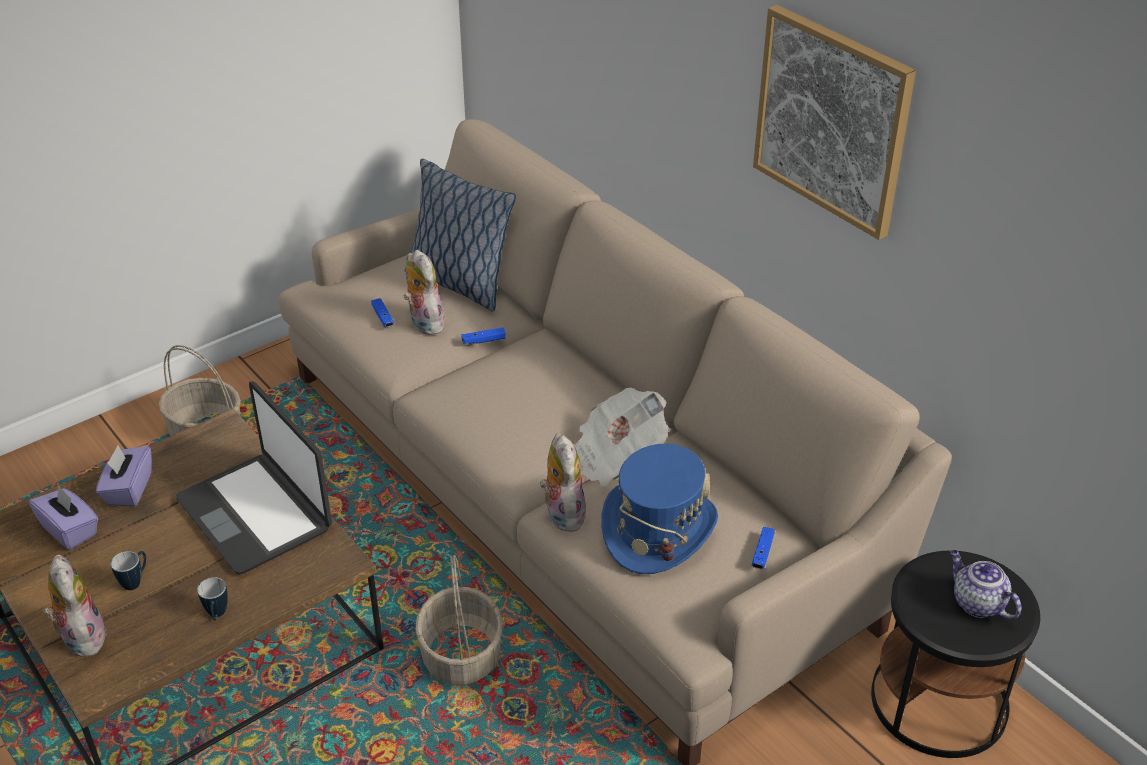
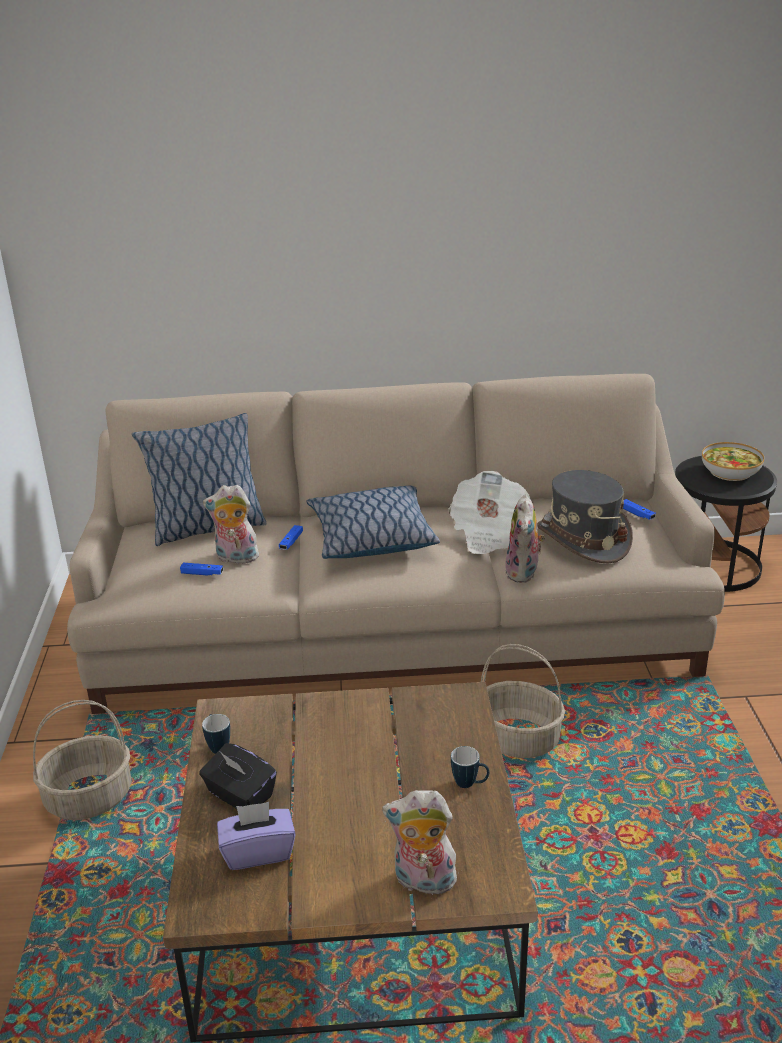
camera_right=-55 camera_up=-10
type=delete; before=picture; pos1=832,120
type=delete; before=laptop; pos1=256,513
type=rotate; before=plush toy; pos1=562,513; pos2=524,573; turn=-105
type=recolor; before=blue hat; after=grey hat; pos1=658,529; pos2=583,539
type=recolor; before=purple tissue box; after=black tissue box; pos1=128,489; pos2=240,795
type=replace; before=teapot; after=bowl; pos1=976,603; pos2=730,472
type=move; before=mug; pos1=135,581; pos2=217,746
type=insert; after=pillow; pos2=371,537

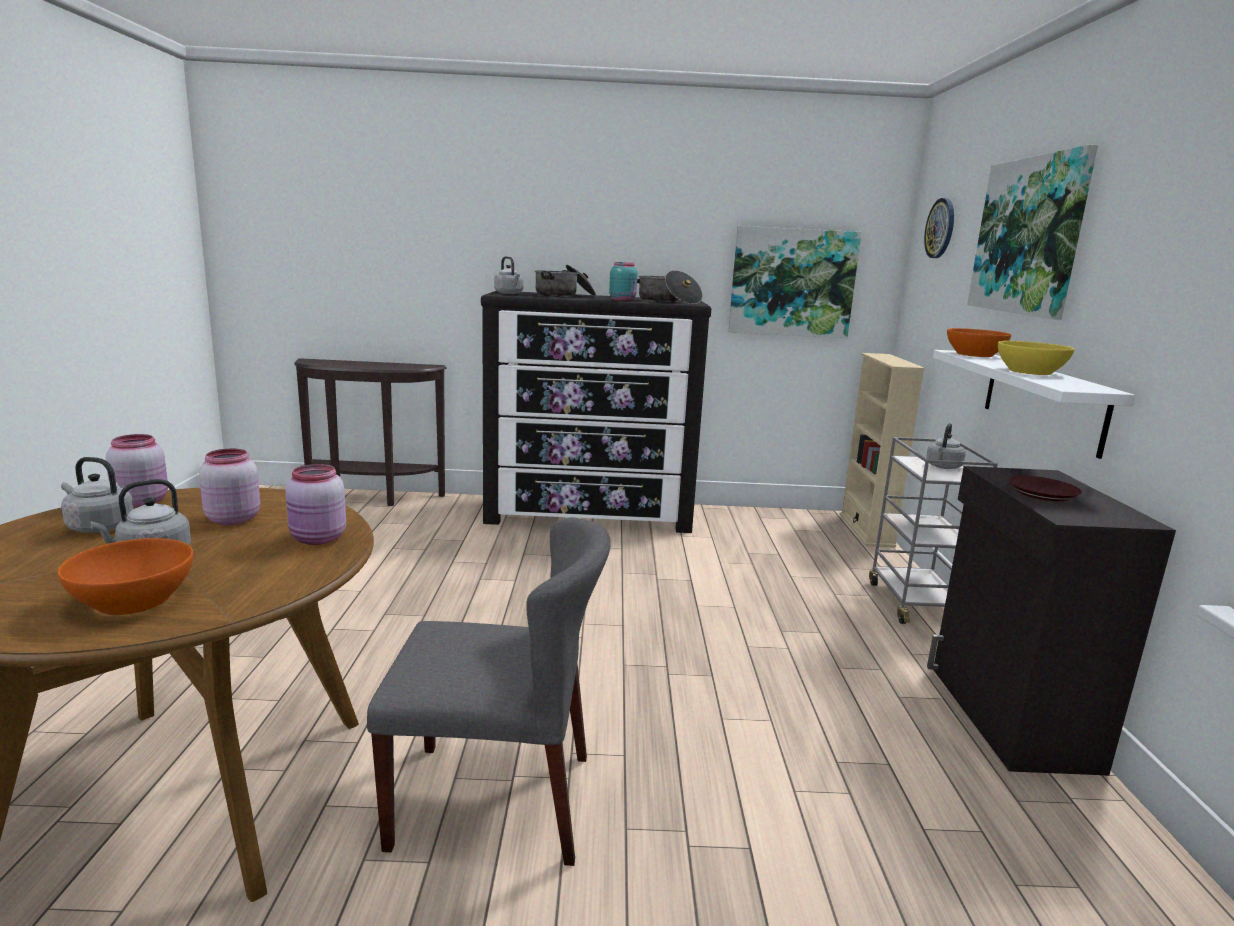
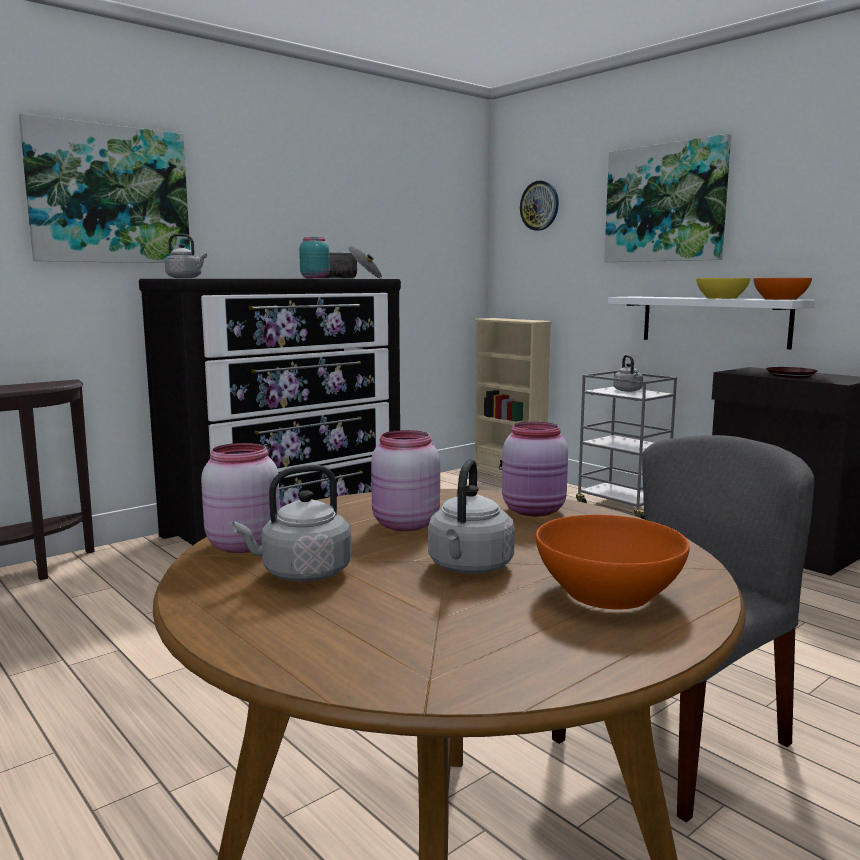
camera_right=-40 camera_up=-5
type=move; before=picture; pos1=792,282; pos2=109,195
type=delete; before=cooking pot; pos1=564,295
type=move; before=orange bowl; pos1=974,354; pos2=780,299

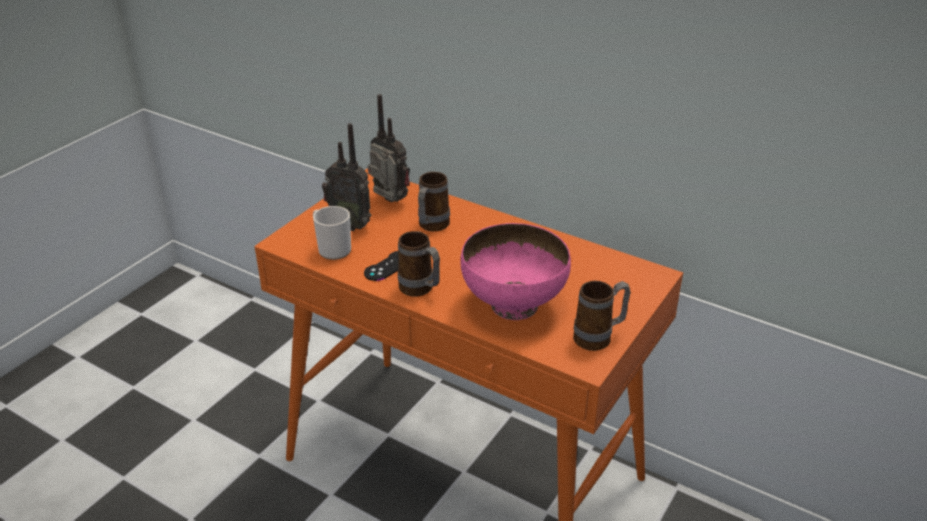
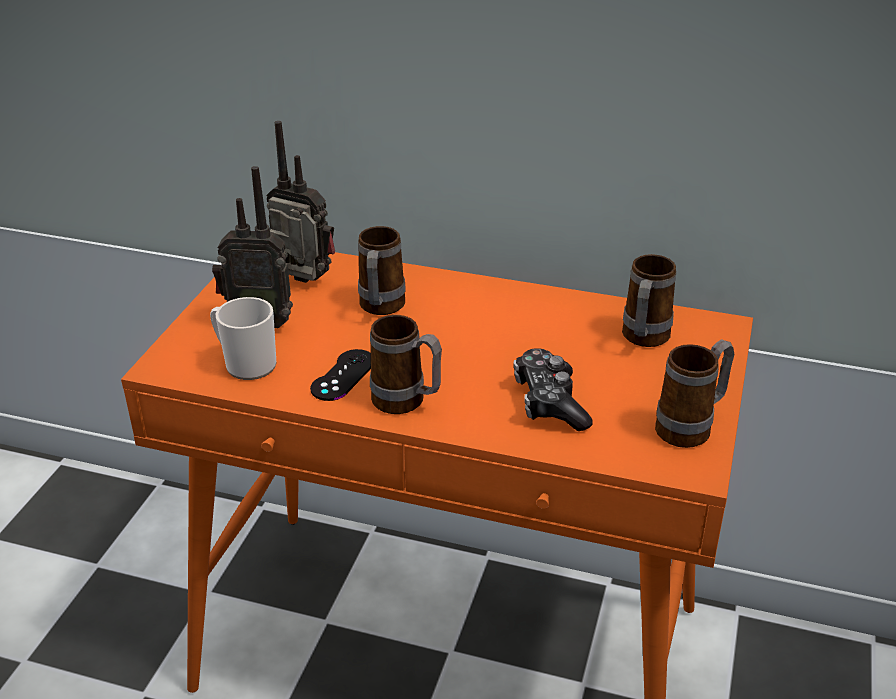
camera_right=-15 camera_up=0
type=replace; before=pink bowl; after=game controller; pos1=512,305; pos2=549,402
type=insert; after=mug; pos2=643,340

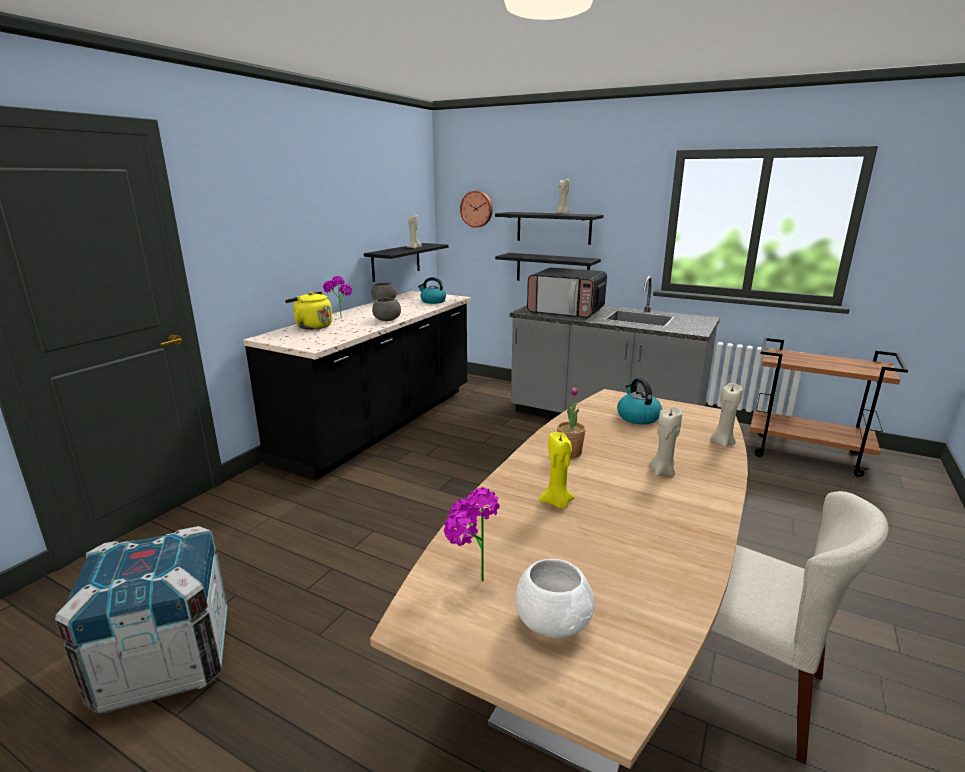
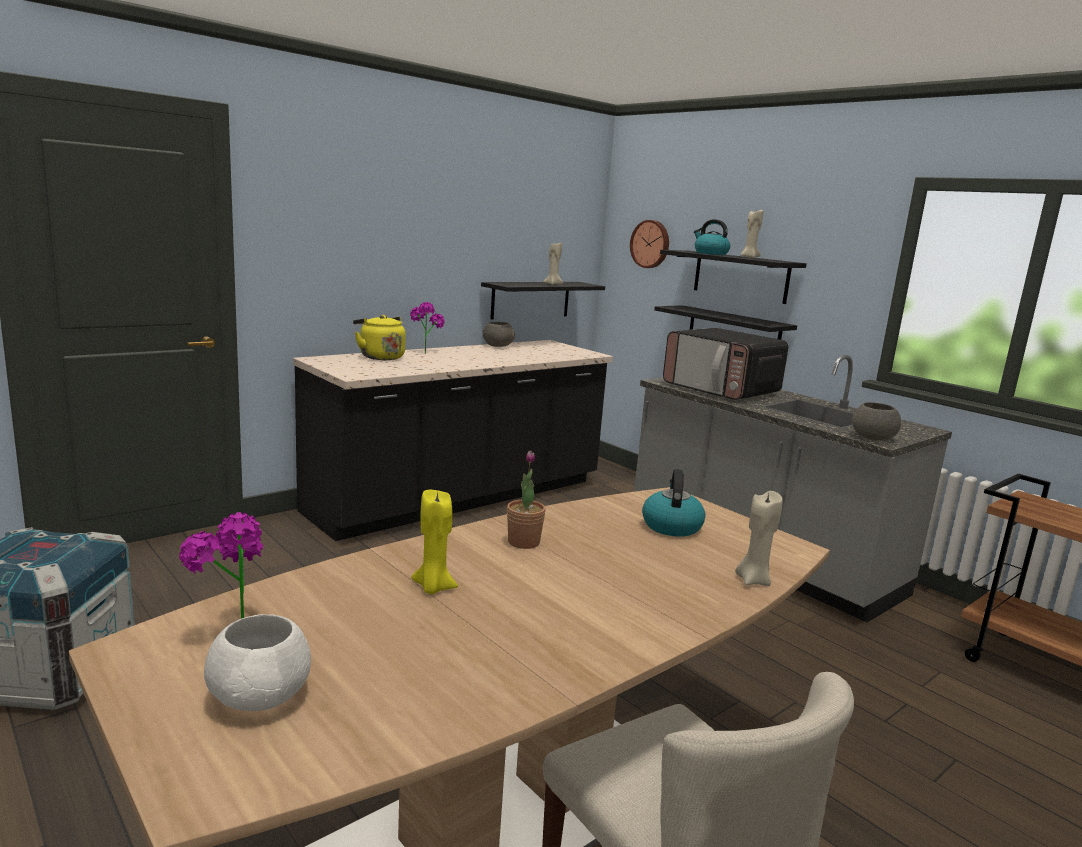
camera_right=20 camera_up=-5
type=move; before=kettle; pos1=432,301; pos2=710,253
type=move; before=grey bowl; pos1=386,320; pos2=872,438
type=delete; before=beige candle; pos1=662,471

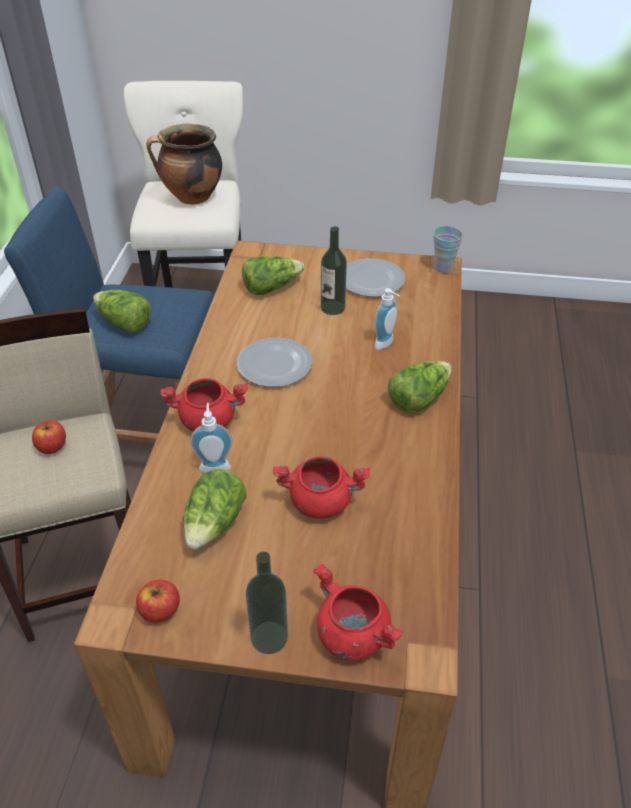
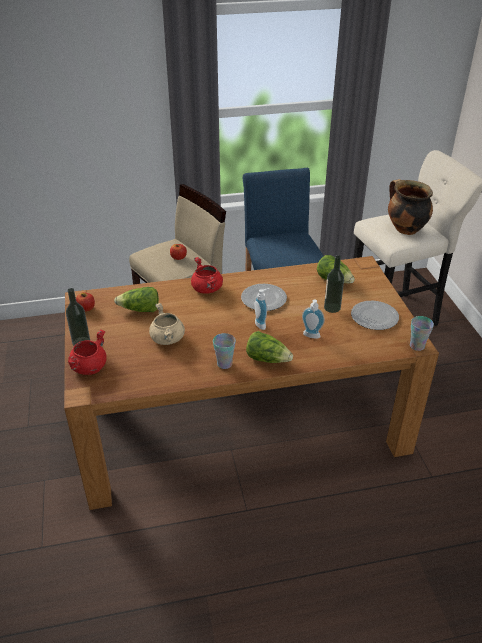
camera_right=70 camera_up=-5
type=delete; before=lettuce; pos1=124,323
type=move; before=soap dispenser; pos1=215,465; pos2=262,324
type=recolor; before=red cooking pot; after=beige cooking pot; pos1=321,501; pos2=168,339
type=insert; after=cup; pos2=224,364

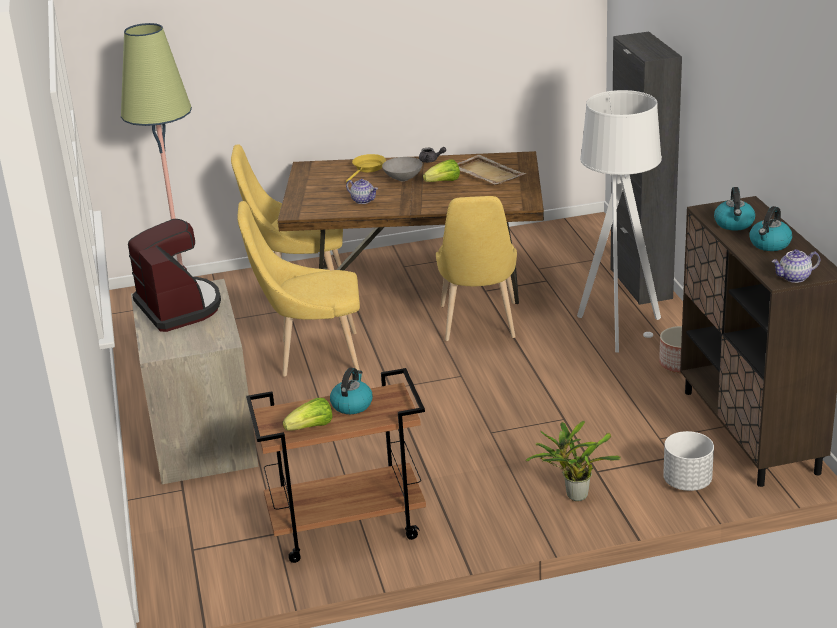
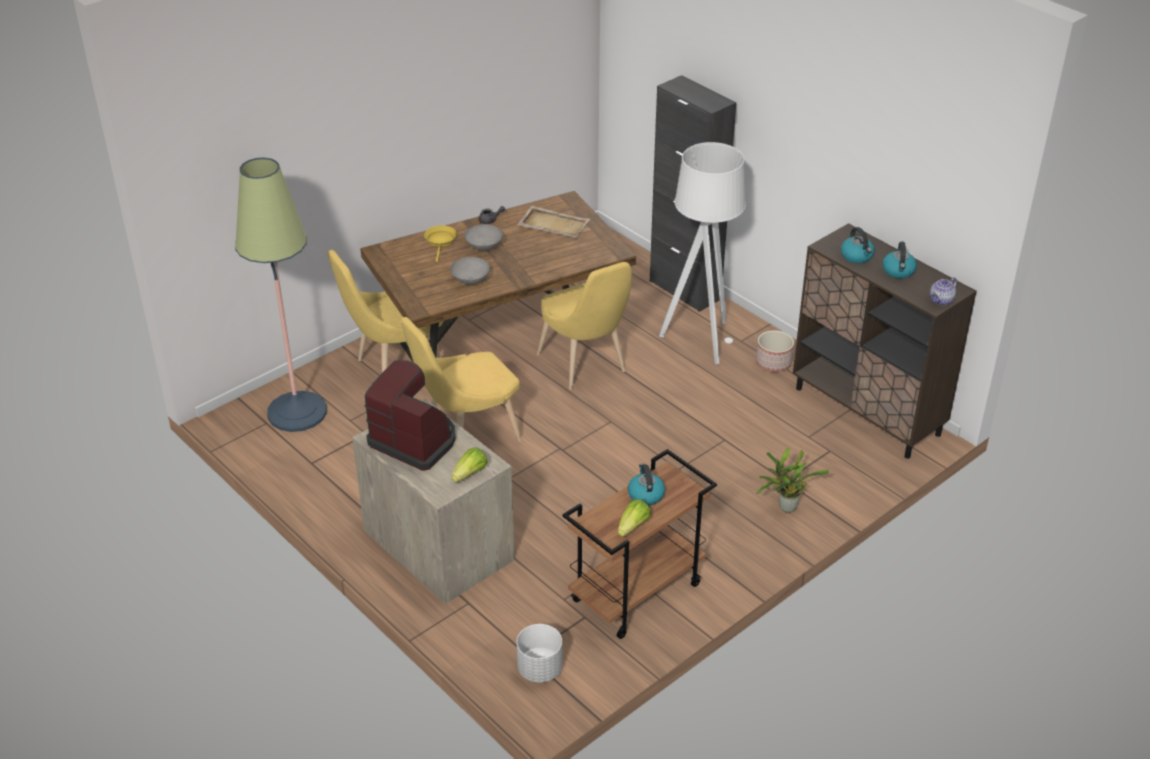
camera_right=-30 camera_up=10
type=move; before=lettuce; pos1=443,182; pos2=470,474
type=replace; before=teapot; after=grey bowl; pos1=363,200; pos2=470,280
type=move; before=white planter; pos1=687,482; pos2=539,669

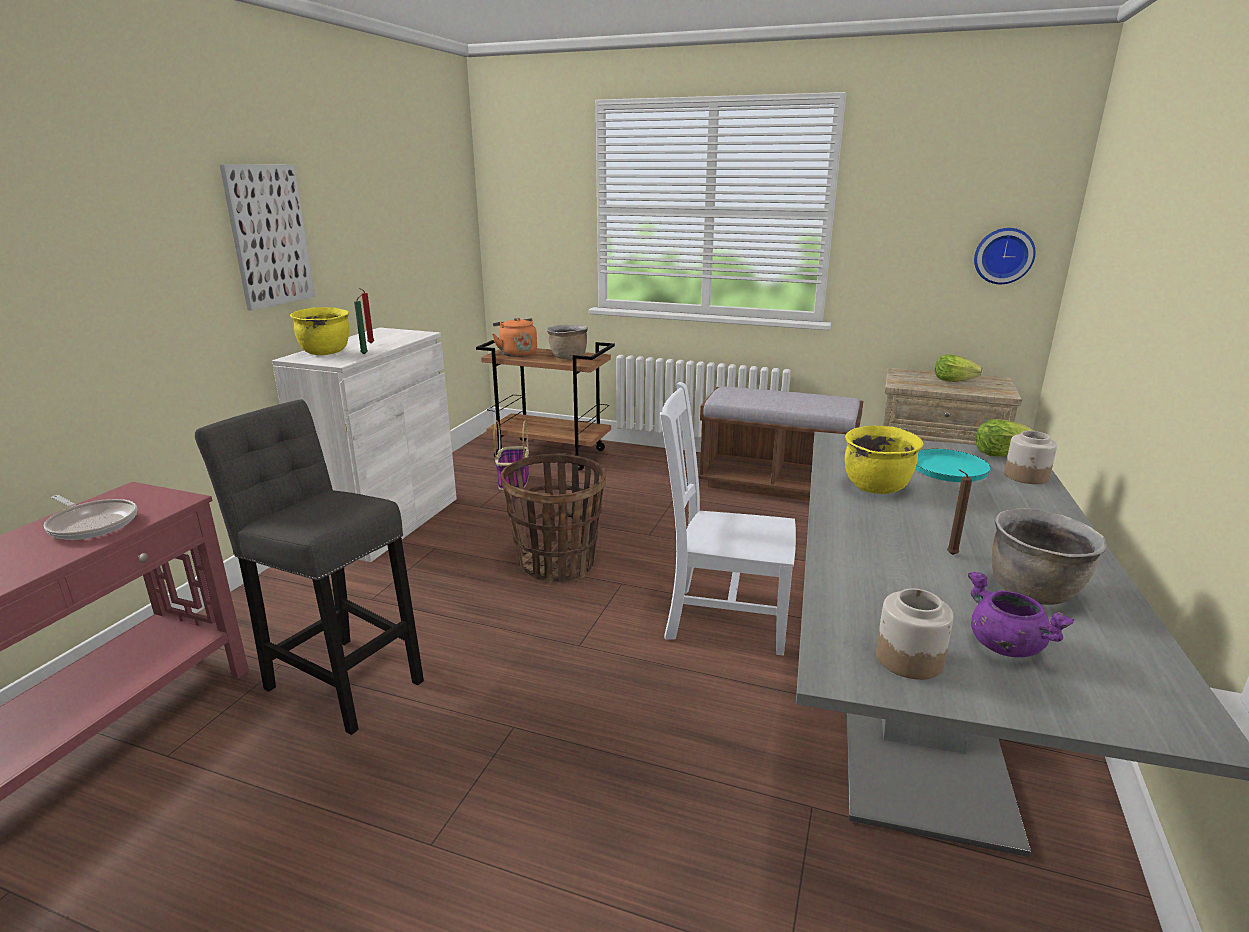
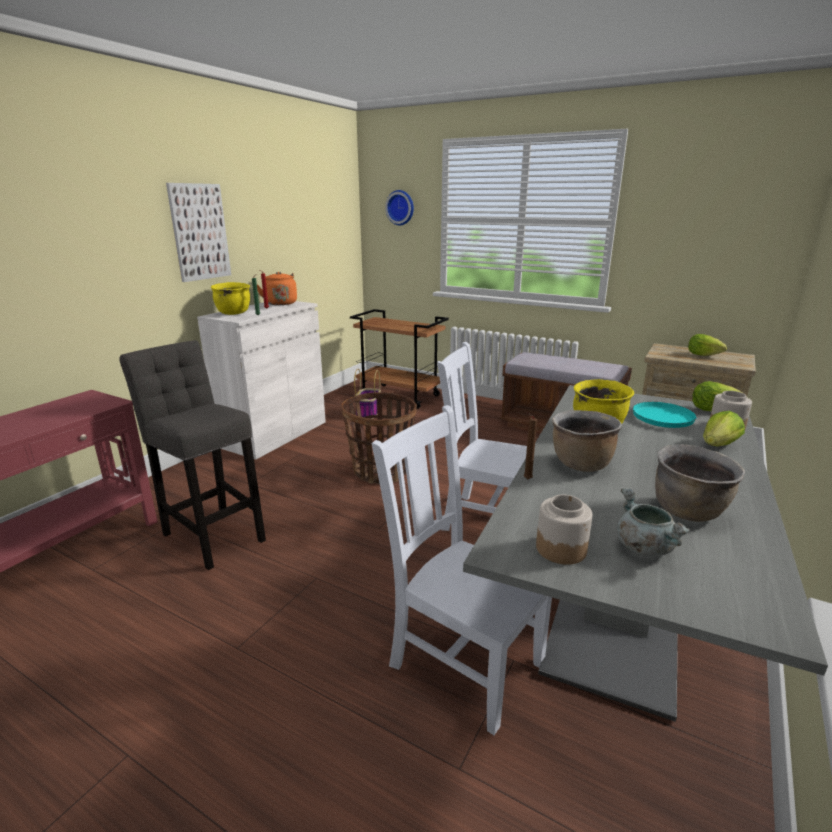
camera_right=10 camera_up=0
type=move; before=wall clock; pos1=1003,255; pos2=400,207
type=move; before=orange kettle; pos1=517,353; pos2=280,303
type=move; before=brown cooking pot; pos1=568,357; pos2=580,464
type=move; before=brown candle; pos1=950,554; pos2=526,479
type=delete; before=frying pan; pos1=92,524
type=recolor; before=purple cooking pot; after=grey cooking pot; pos1=1004,646; pos2=643,547
type=insert; after=white chair; pos2=462,660
type=insert; after=lettuce; pos2=718,445

